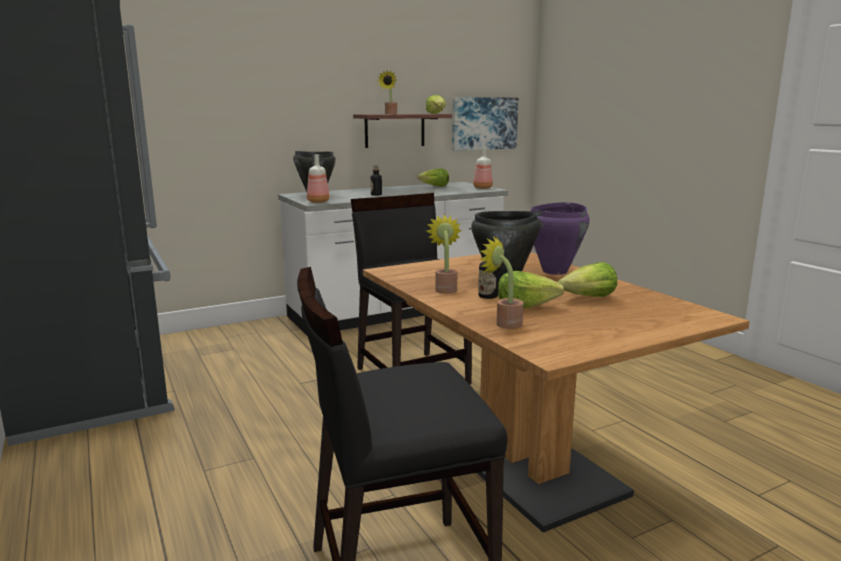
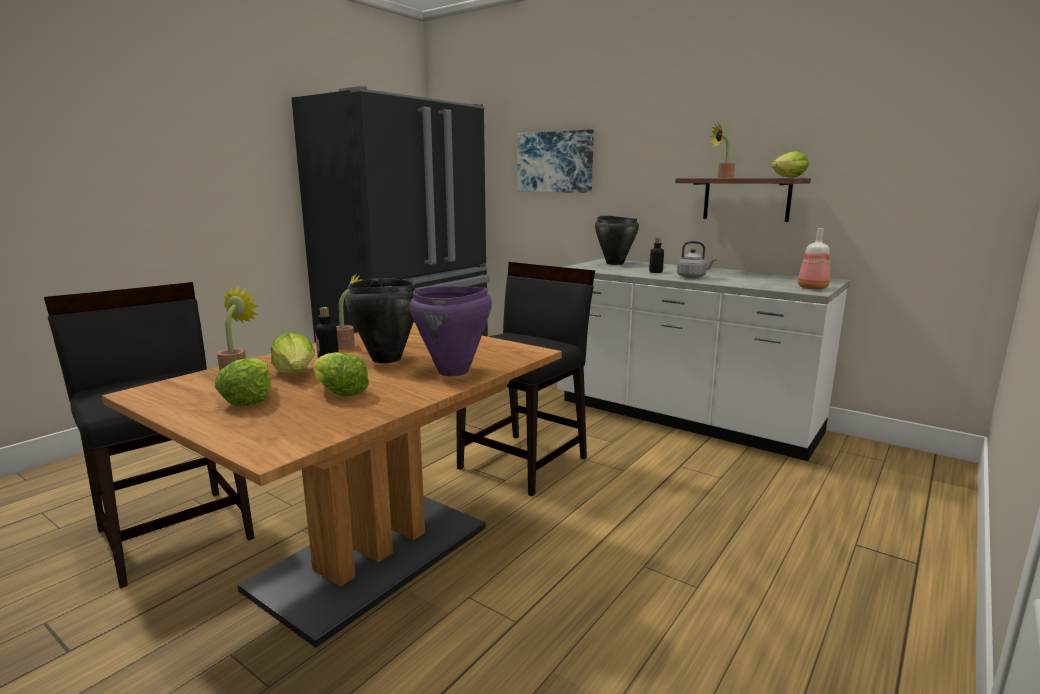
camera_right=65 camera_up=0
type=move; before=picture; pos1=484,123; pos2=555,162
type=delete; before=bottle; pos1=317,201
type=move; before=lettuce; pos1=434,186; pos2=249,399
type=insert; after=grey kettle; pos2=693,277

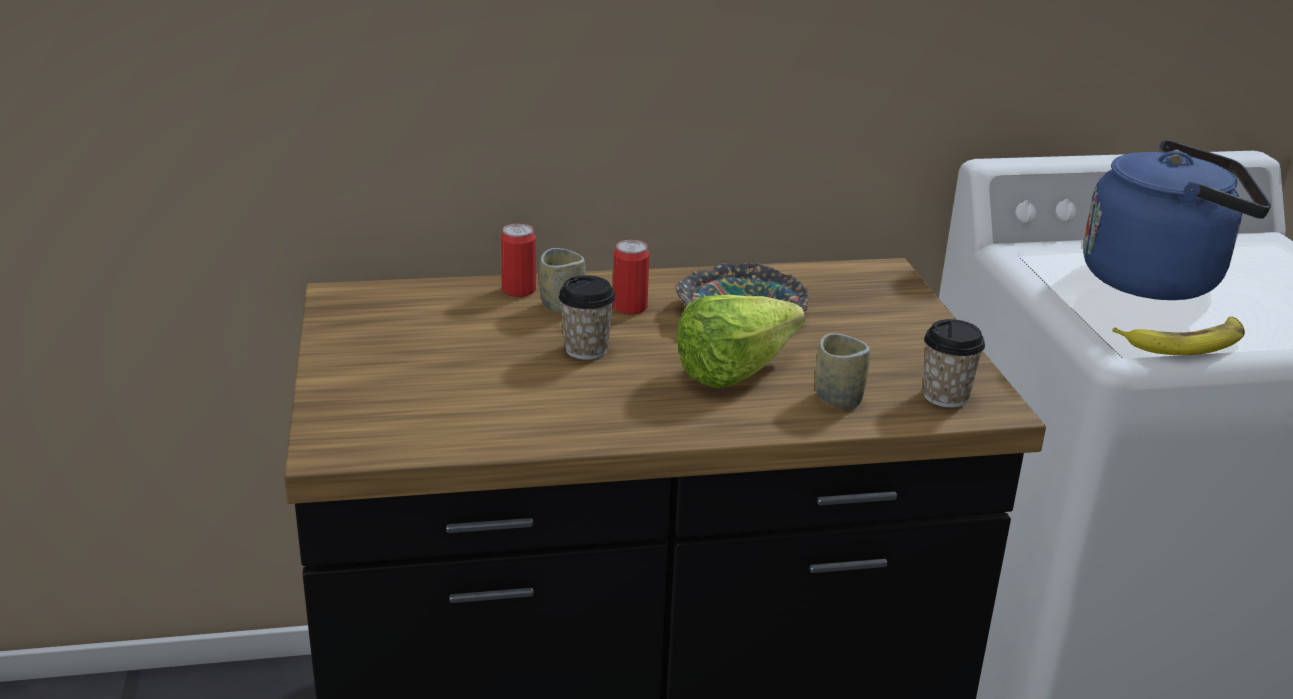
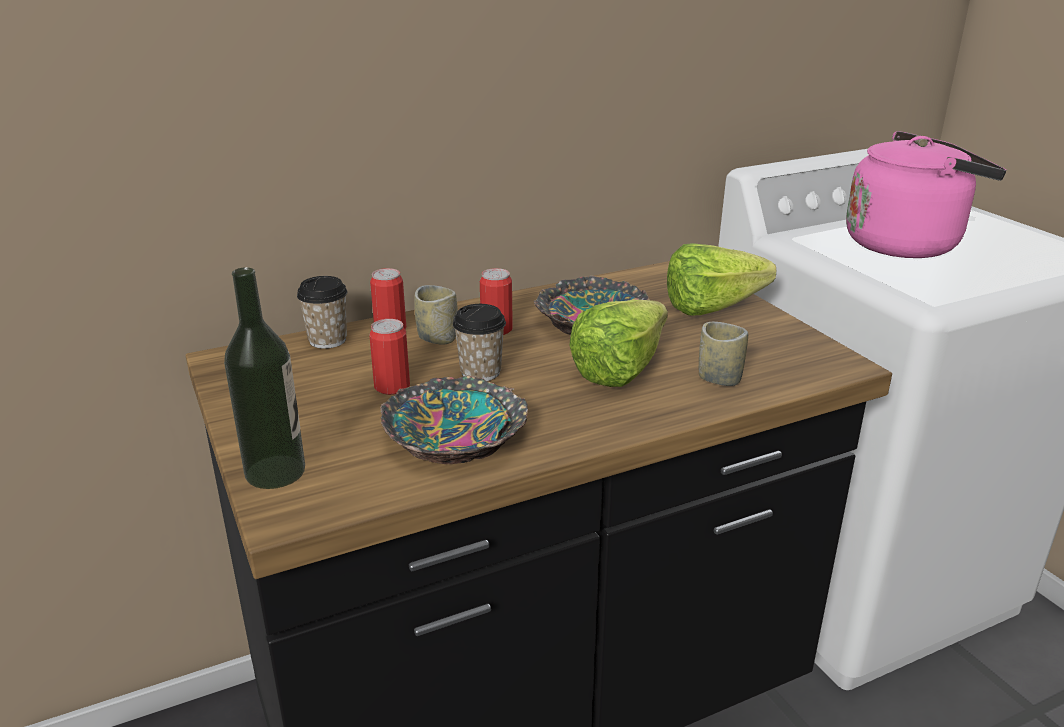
camera_right=-15 camera_up=0
type=recolor; before=blue kettle; after=pink kettle; pos1=1159,280; pos2=907,244
type=delete; before=banana; pos1=1185,342
type=move; before=cup; pos1=945,396; pos2=327,340
type=insert; after=lettuce; pos2=721,308
type=insert; after=bottle; pos2=275,472
type=insert; after=can; pos2=392,386
type=insert; after=bowl; pos2=457,433

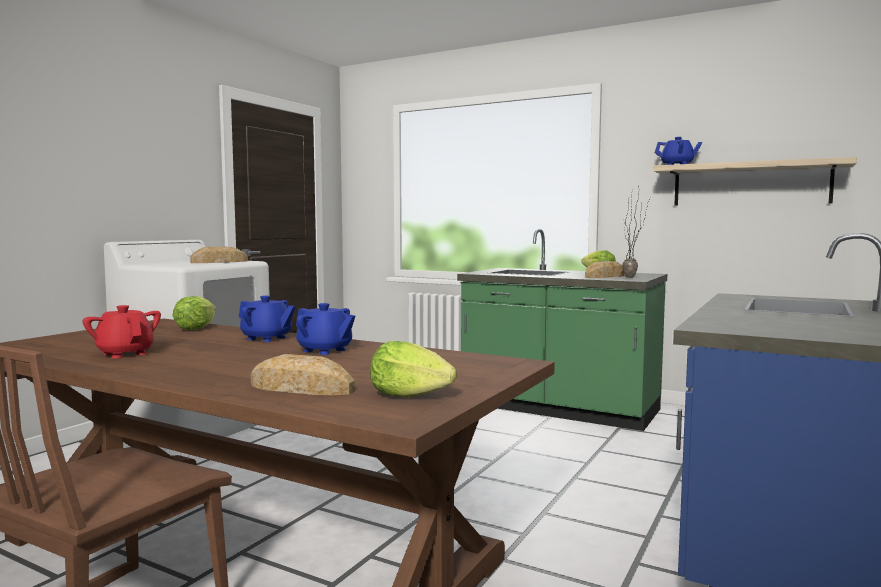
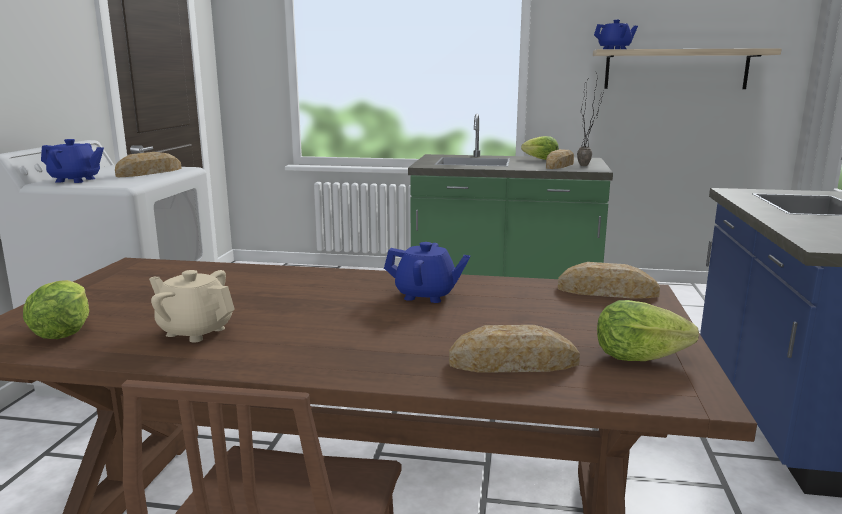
camera_right=-20 camera_up=10
type=move; before=lettuce; pos1=195,328; pos2=63,331
type=move; before=blue teapot; pos1=266,338; pos2=75,180
type=recolor; before=red teapot; after=beige teapot; pos1=125,353; pos2=195,331
type=insert; after=bread; pos2=607,291

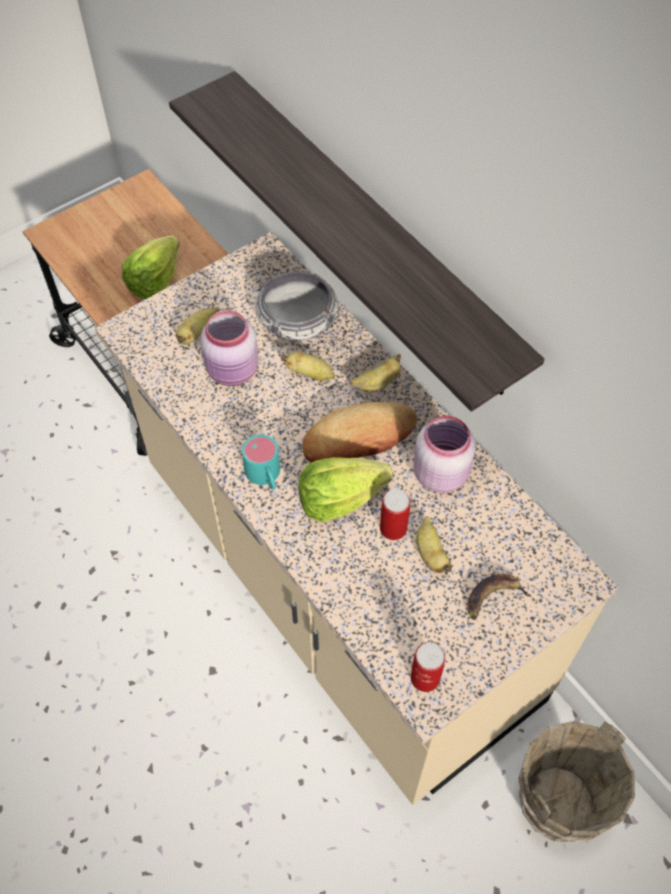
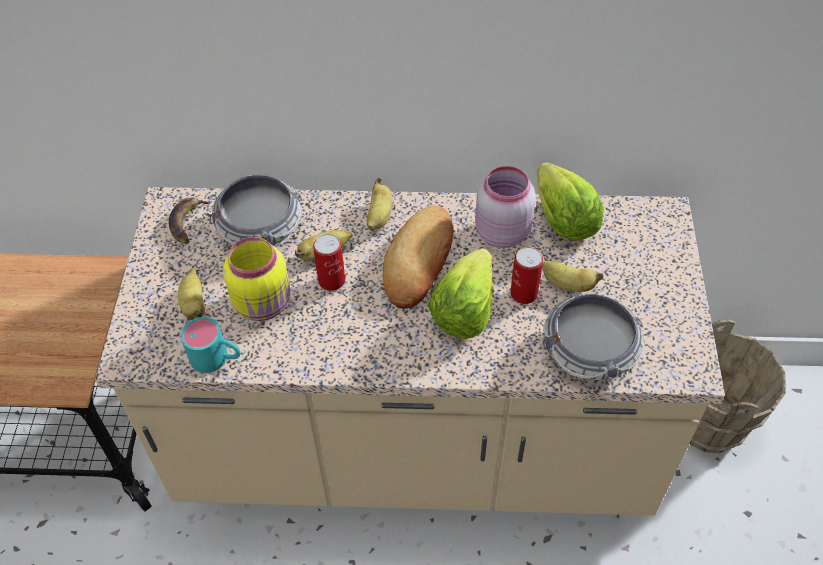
camera_right=-50 camera_up=-5
type=delete; before=shelf; pos1=372,233
type=move; before=lettuce; pos1=154,281; pos2=563,219
type=recolor; before=pink jar; after=yellow jar; pos1=233,371; pos2=264,303
type=move; before=turquoise mug; pos1=265,476; pos2=217,358
type=move; before=banana; pos1=493,598; pos2=188,222
type=move; before=can; pos1=425,678; pos2=331,280
type=insert; after=bowl; pos2=589,350

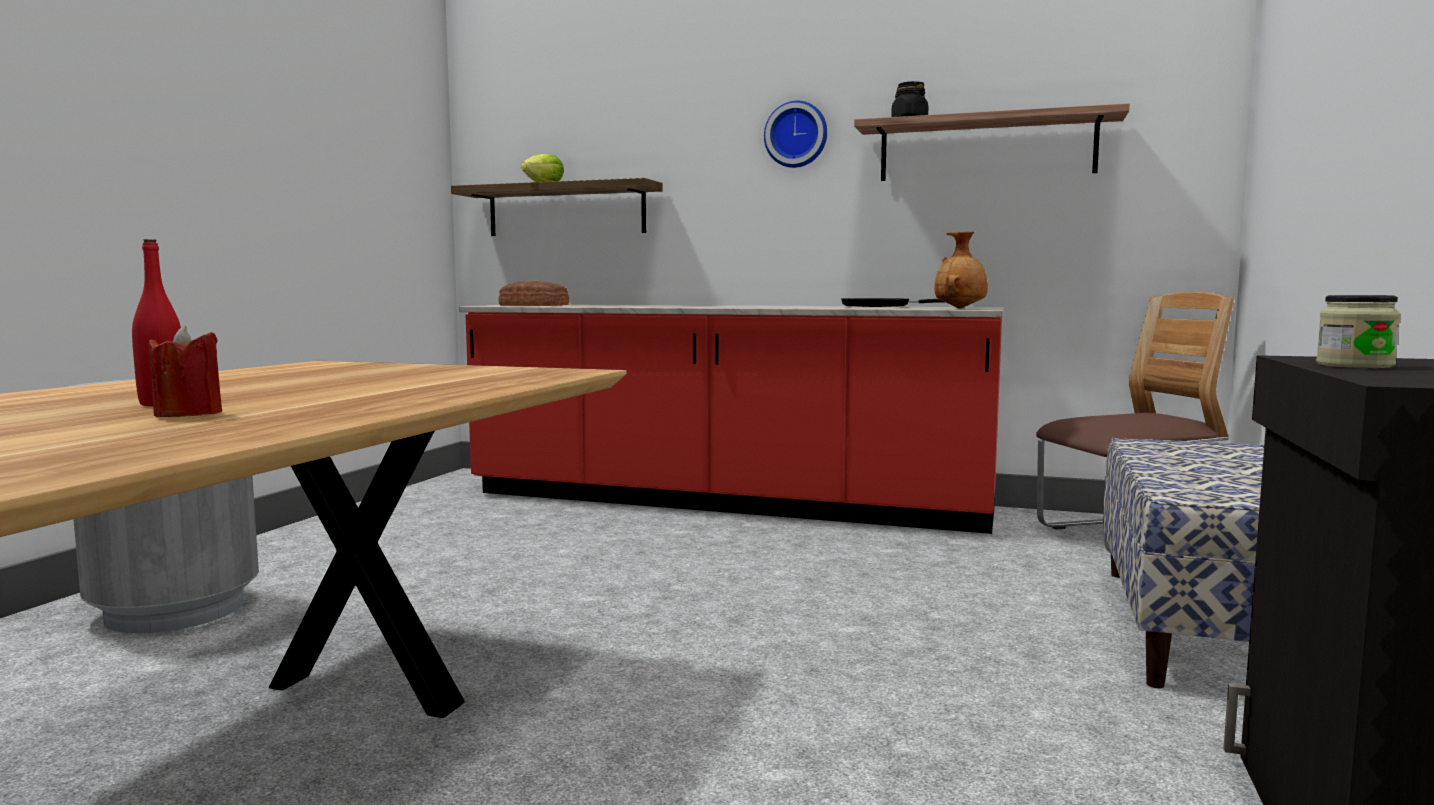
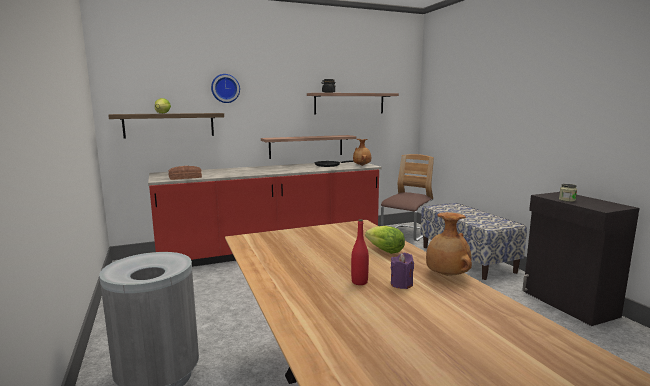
camera_right=-40 camera_up=5
type=move; before=wall clock; pos1=796,135; pos2=225,88
type=recolor; before=red candle; after=purple candle; pos1=188,414; pos2=401,284
type=insert; after=shelf; pos2=306,146
type=insert; after=brown vase; pos2=446,275
type=insert; after=lettuce; pos2=385,251

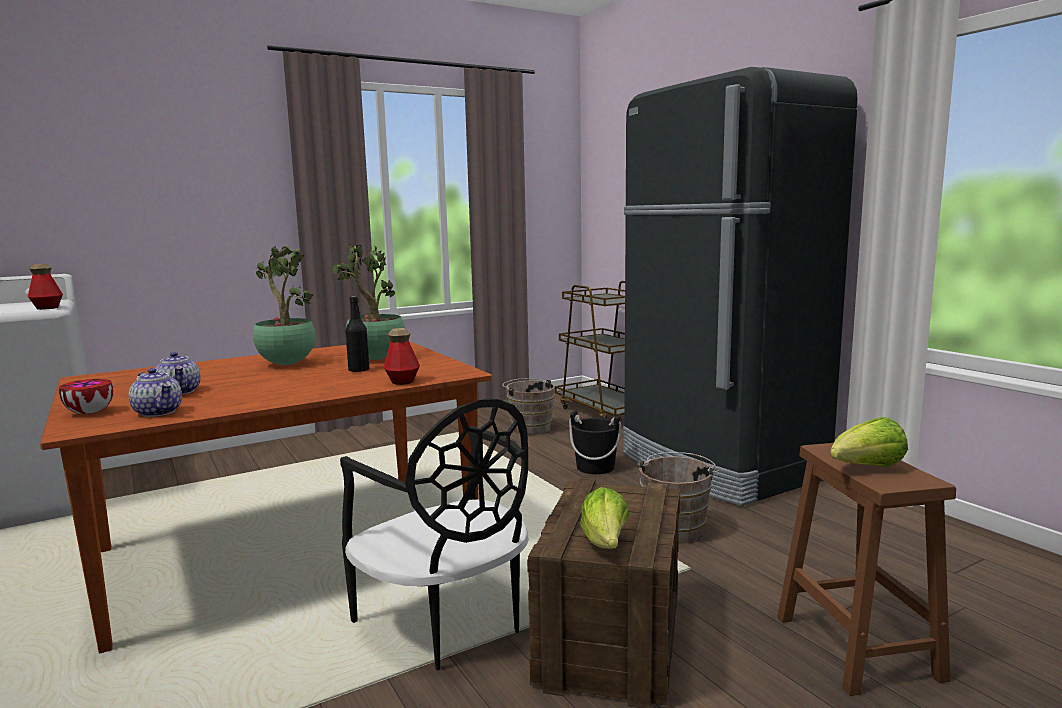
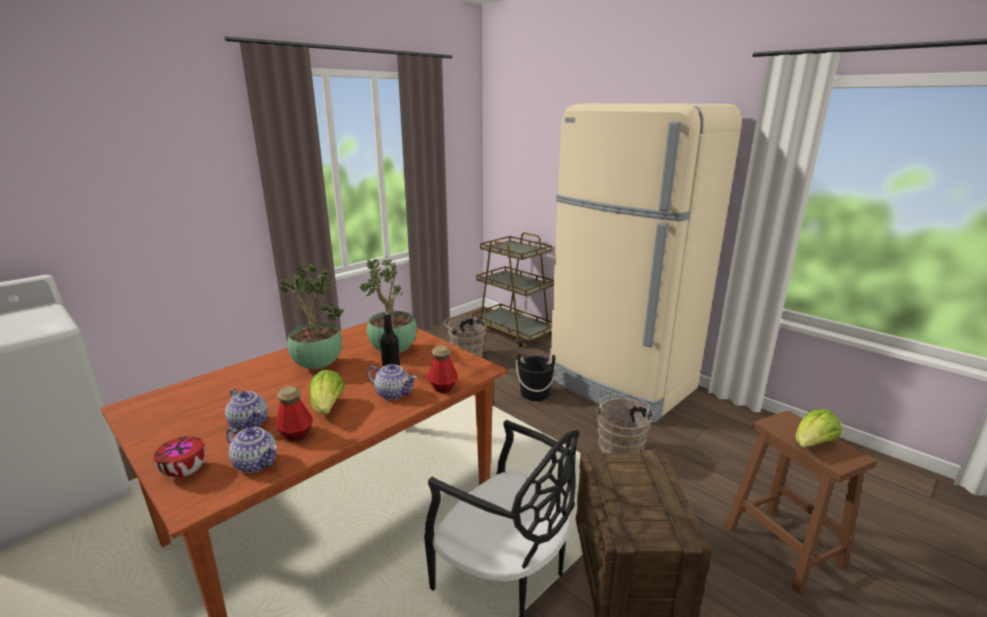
camera_right=-15 camera_up=10
type=recolor; before=black fridge; after=beige fridge; pos1=719,467; pos2=620,384
type=move; before=bottle; pos1=47,308; pos2=296,434
type=move; before=lettuce; pos1=605,544; pos2=328,408
type=insert; after=teapot; pos2=393,394

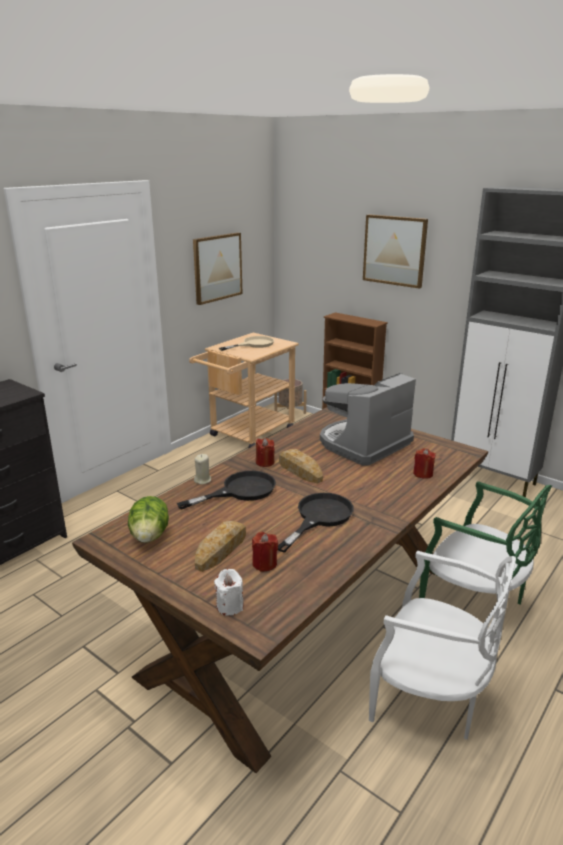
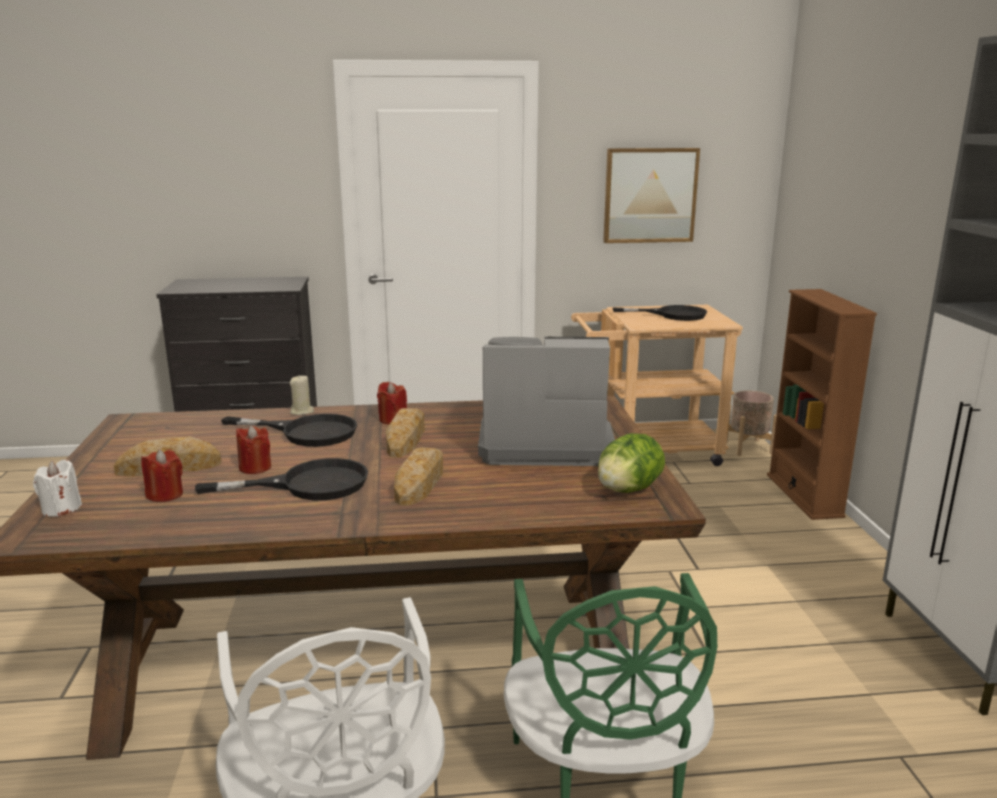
camera_right=45 camera_up=-5
type=delete; before=picture; pos1=394,250
type=recolor; before=beige frying pan; after=black frying pan; pos1=253,344; pos2=672,315
type=move; before=red candle; pos1=423,474; pos2=255,467
type=move; before=lettuce; pos1=150,536; pos2=628,489
type=insert; after=bread; pos2=420,482

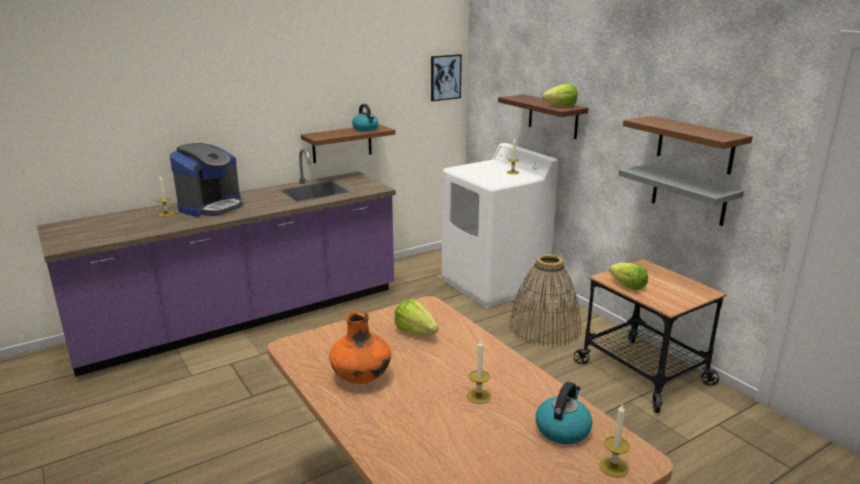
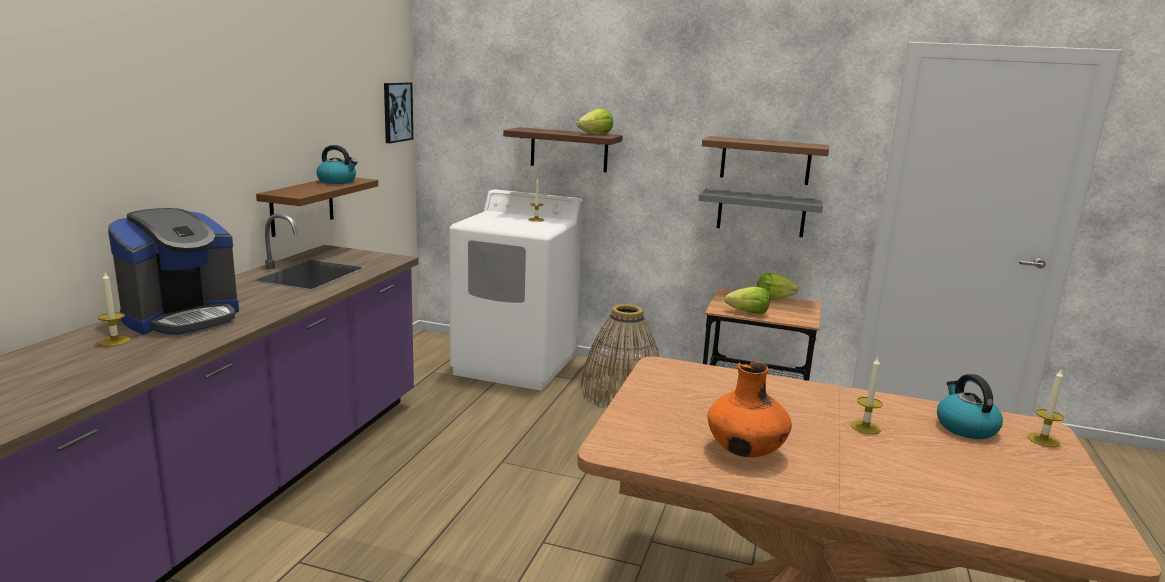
camera_right=-40 camera_up=-5
type=rotate; before=coffee machine; pos1=211,207; pos2=183,317; turn=45
type=move; before=lettuce; pos1=415,332; pos2=773,298

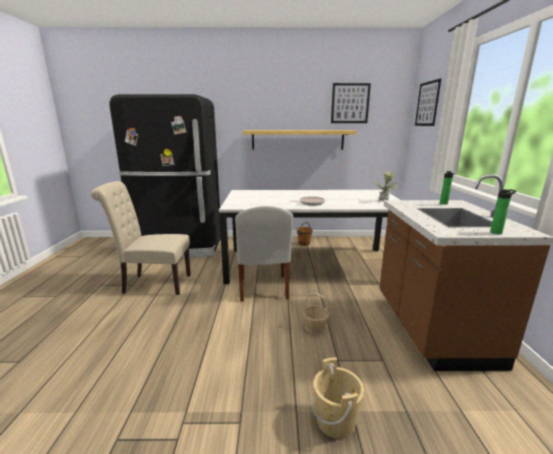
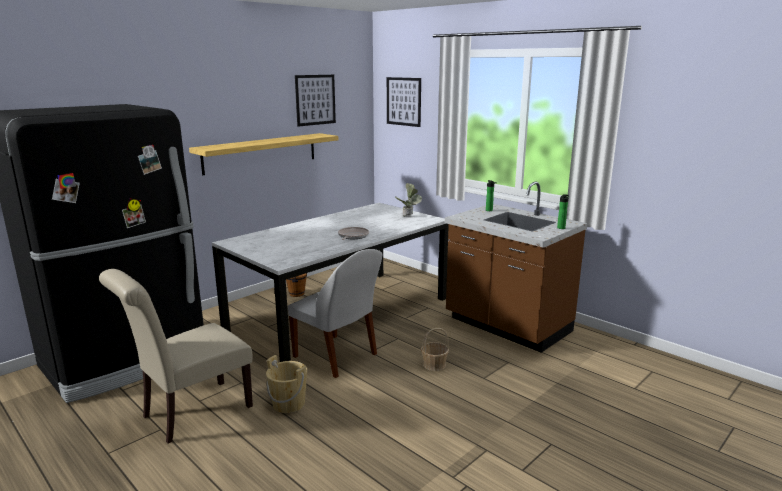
camera_right=-45 camera_up=0
type=move; before=beige bucket; pos1=335,420; pos2=288,404

